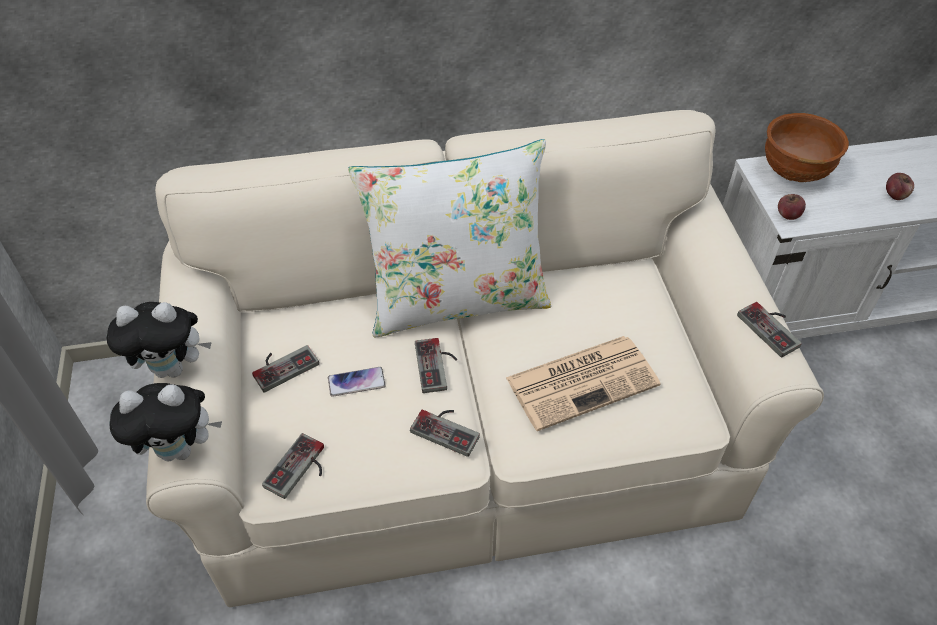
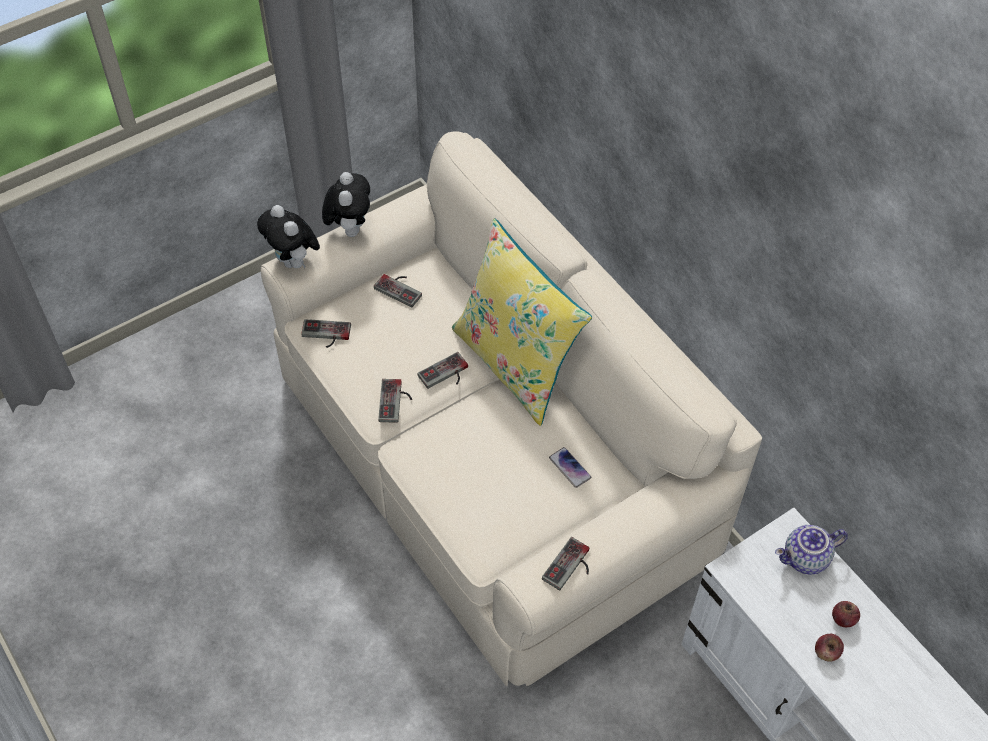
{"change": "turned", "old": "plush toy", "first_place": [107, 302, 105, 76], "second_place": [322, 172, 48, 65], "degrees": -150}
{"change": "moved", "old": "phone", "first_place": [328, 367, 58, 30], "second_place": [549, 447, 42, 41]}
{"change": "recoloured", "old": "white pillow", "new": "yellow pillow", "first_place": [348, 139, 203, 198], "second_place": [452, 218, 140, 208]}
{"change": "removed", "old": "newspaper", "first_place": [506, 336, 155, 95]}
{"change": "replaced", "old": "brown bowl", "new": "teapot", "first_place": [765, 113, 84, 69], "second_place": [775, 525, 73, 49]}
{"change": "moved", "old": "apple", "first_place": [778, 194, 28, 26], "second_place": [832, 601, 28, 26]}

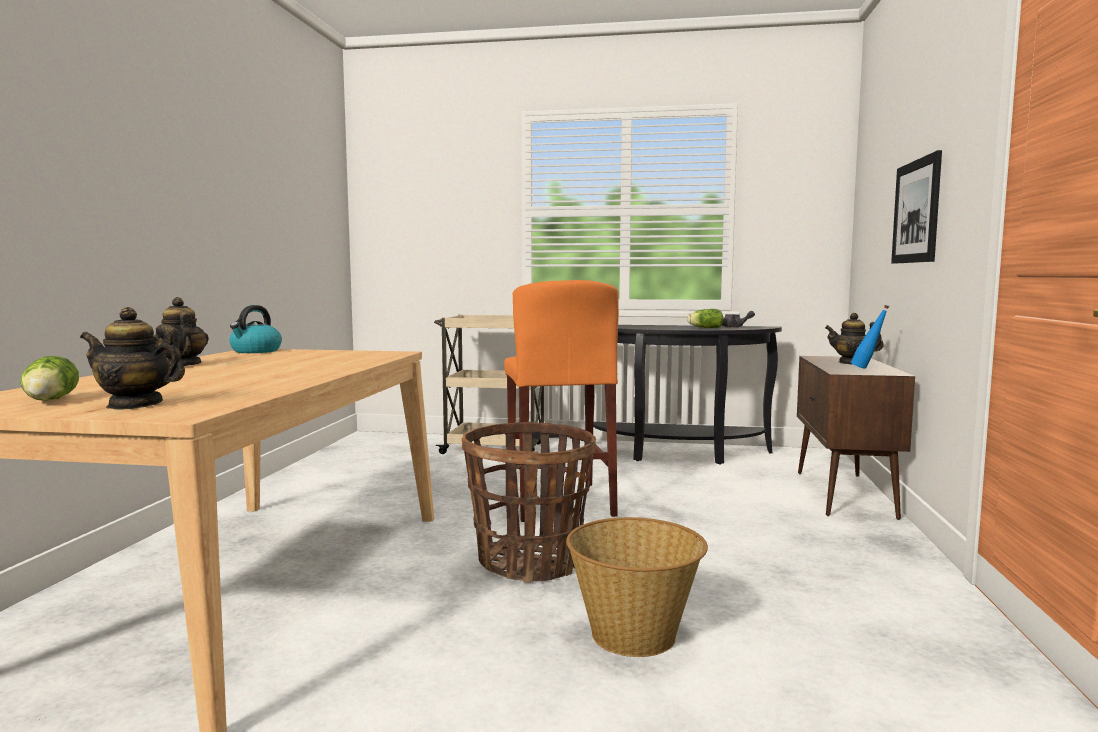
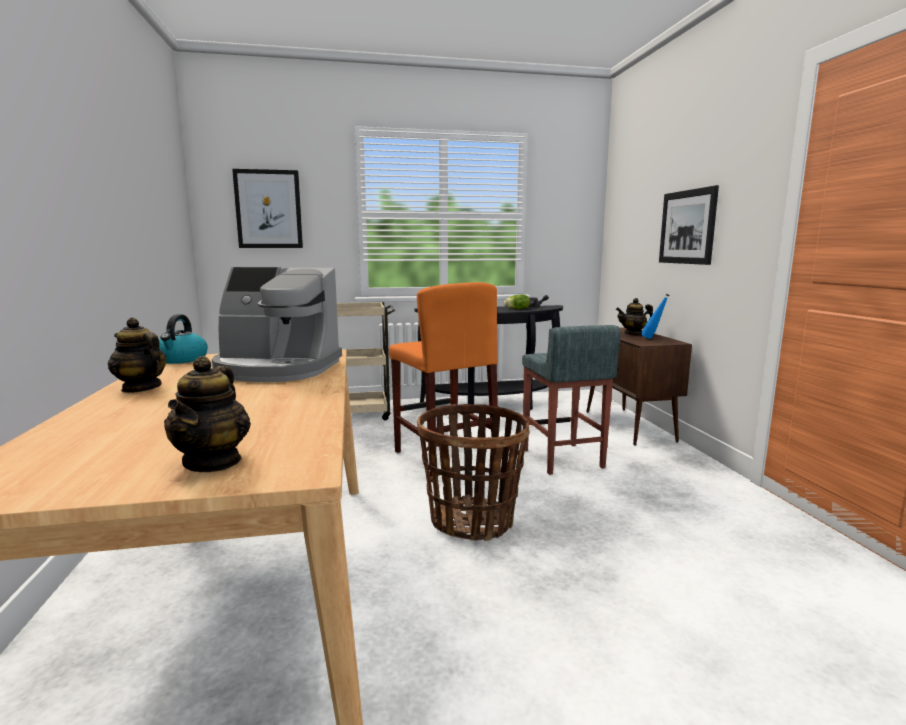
{"change": "removed", "old": "lettuce", "first_place": [21, 356, 58, 45]}
{"change": "turned", "old": "teapot", "first_place": [80, 307, 105, 102], "second_place": [164, 356, 87, 116], "degrees": -75}
{"change": "removed", "old": "basket", "first_place": [566, 517, 142, 140]}
{"change": "added", "new": "coffee machine", "second_place": [212, 267, 130, 115]}
{"change": "added", "new": "picture", "second_place": [232, 169, 71, 79]}
{"change": "added", "new": "grey stool", "second_place": [522, 325, 99, 150]}

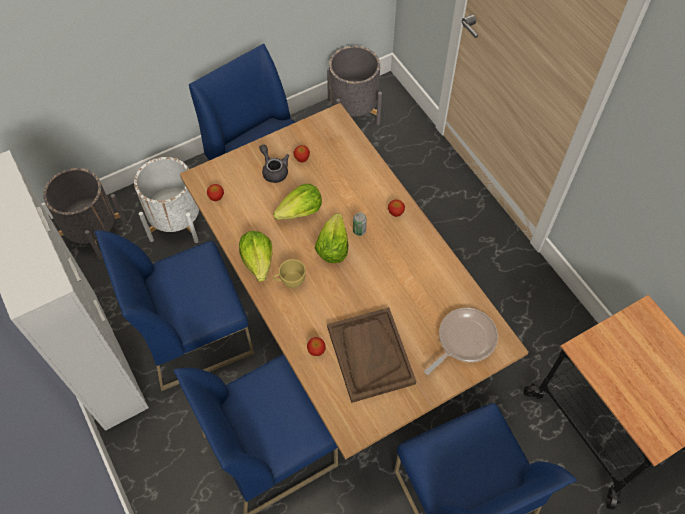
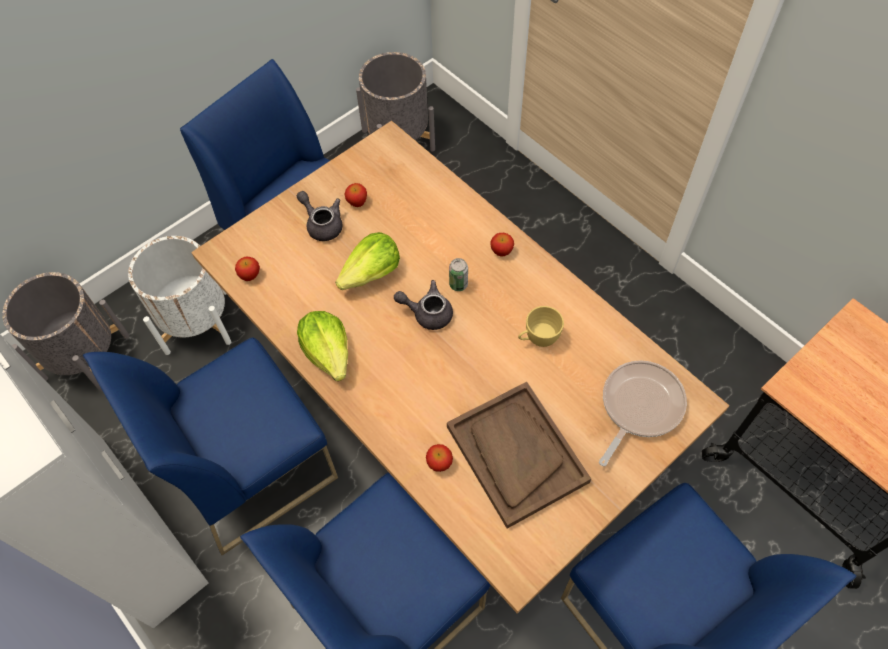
{"change": "moved", "old": "yellow cup", "first_place": [273, 259, 33, 29], "second_place": [518, 306, 46, 41]}
{"change": "replaced", "old": "lettuce", "new": "grey teapot", "first_place": [315, 213, 33, 50], "second_place": [394, 280, 59, 50]}

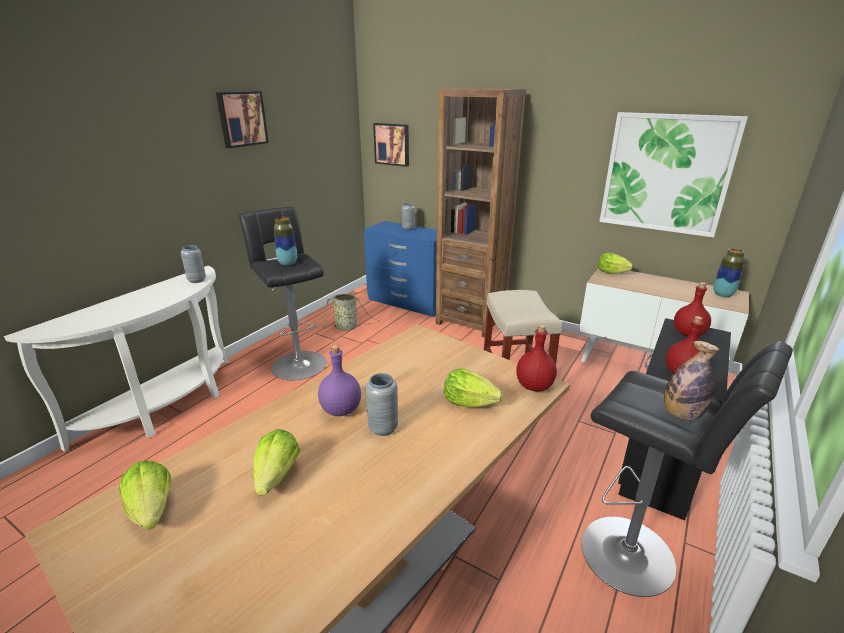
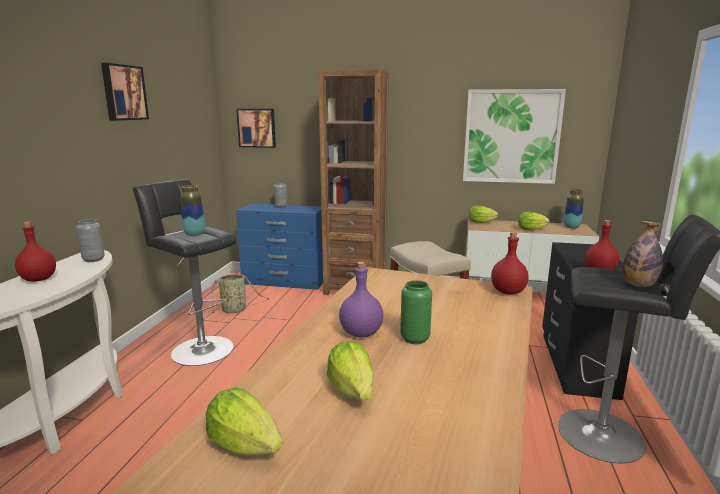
{"change": "recoloured", "old": "grey vase", "new": "green vase", "first_place": [366, 373, 32, 63], "second_place": [400, 280, 32, 64]}
{"change": "moved", "old": "lettuce", "first_place": [444, 368, 59, 39], "second_place": [518, 212, 32, 18]}
{"change": "moved", "old": "red bottle", "first_place": [674, 282, 37, 55], "second_place": [15, 221, 41, 61]}

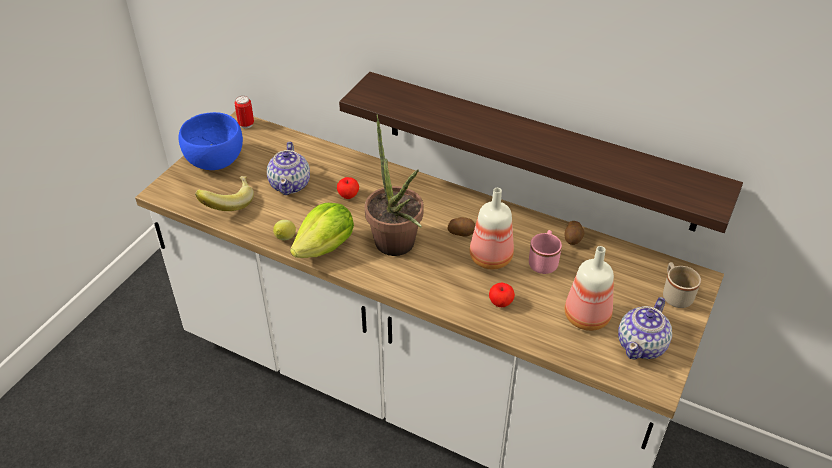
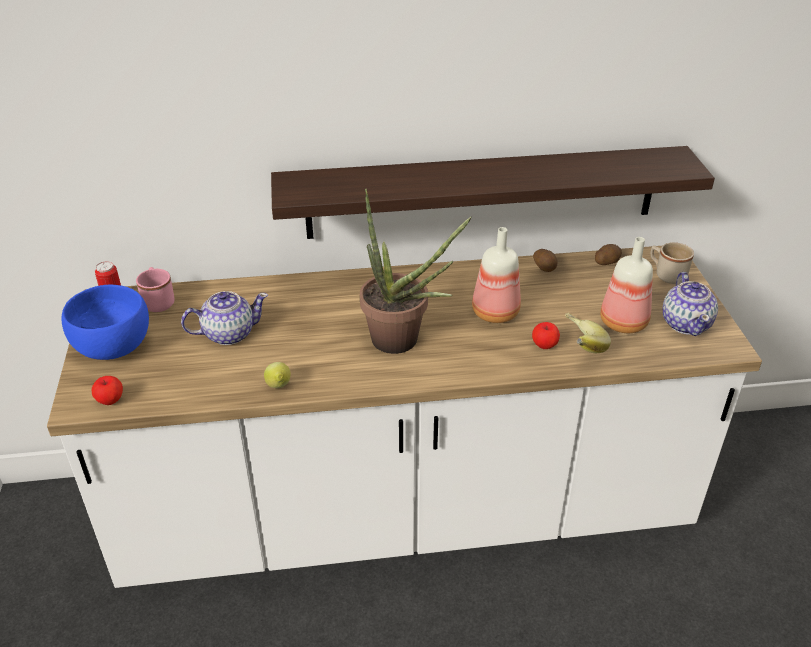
{"change": "moved", "old": "banana", "first_place": [195, 176, 59, 35], "second_place": [565, 313, 46, 40]}
{"change": "turned", "old": "teapot", "first_place": [267, 142, 43, 53], "second_place": [181, 291, 87, 54], "degrees": -75}
{"change": "removed", "old": "lettuce", "first_place": [290, 203, 64, 55]}
{"change": "moved", "old": "apple", "first_place": [337, 177, 22, 22], "second_place": [92, 376, 31, 29]}
{"change": "moved", "old": "potato", "first_place": [448, 217, 28, 20], "second_place": [595, 244, 27, 21]}
{"change": "moved", "old": "pink mug", "first_place": [529, 230, 33, 44], "second_place": [136, 267, 39, 45]}

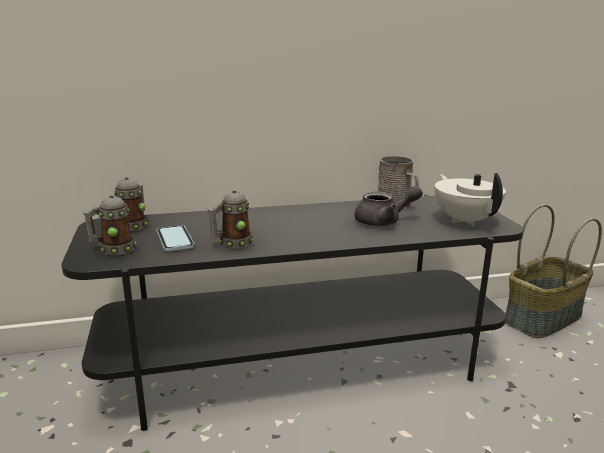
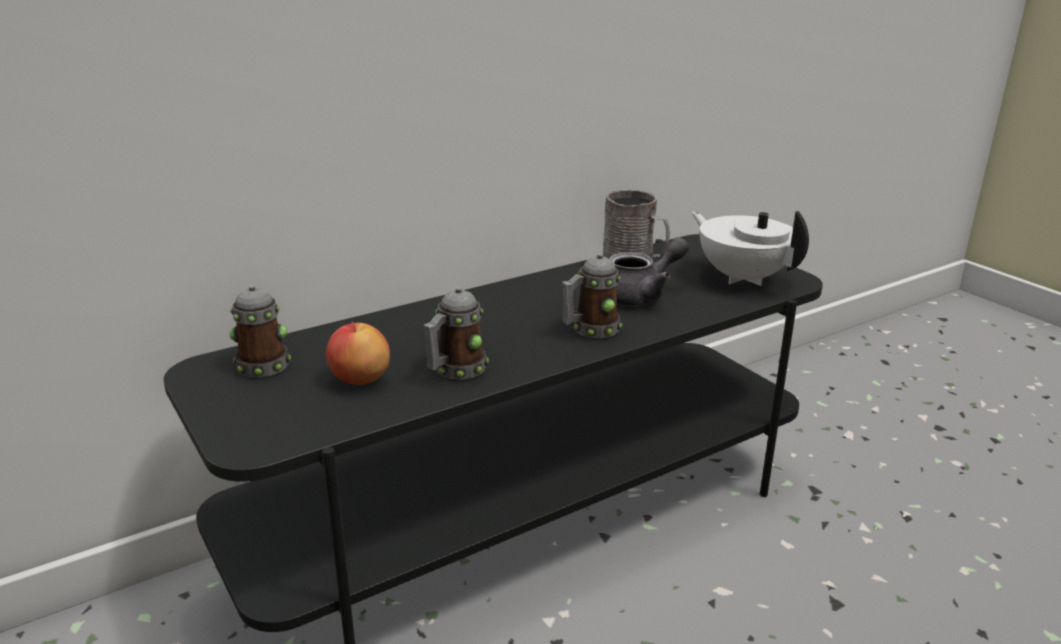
{"change": "moved", "old": "mug", "first_place": [83, 194, 54, 61], "second_place": [562, 254, 60, 84]}
{"change": "replaced", "old": "phone", "new": "apple", "first_place": [156, 225, 39, 26], "second_place": [326, 321, 64, 64]}
{"change": "removed", "old": "basket", "first_place": [505, 204, 97, 134]}

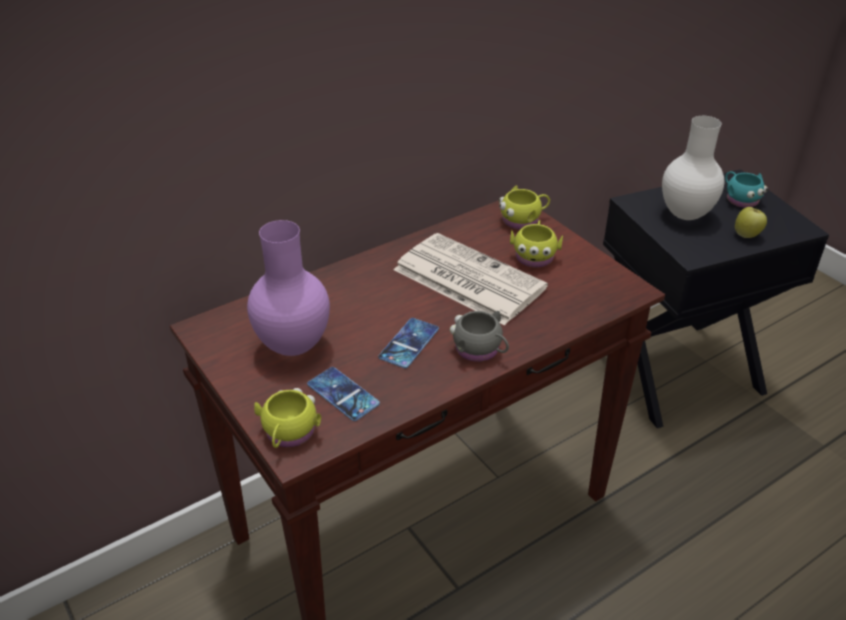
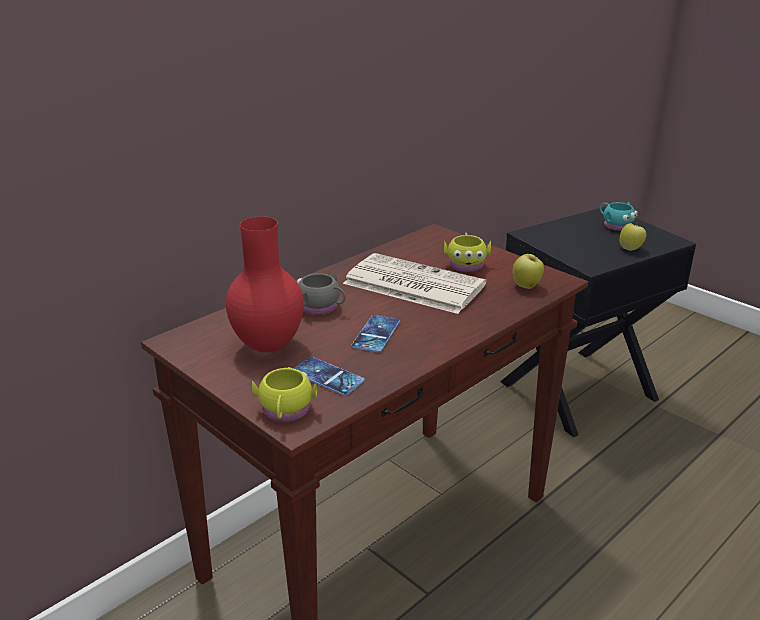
{"change": "recoloured", "old": "purple vase", "new": "red vase", "first_place": [247, 220, 83, 136], "second_place": [226, 217, 78, 135]}
{"change": "moved", "old": "grey mug", "first_place": [450, 311, 59, 51], "second_place": [297, 272, 49, 43]}
{"change": "removed", "old": "yellow mug", "first_place": [499, 185, 51, 45]}
{"change": "removed", "old": "white vase", "first_place": [662, 116, 62, 104]}
{"change": "added", "new": "apple", "second_place": [513, 253, 31, 36]}

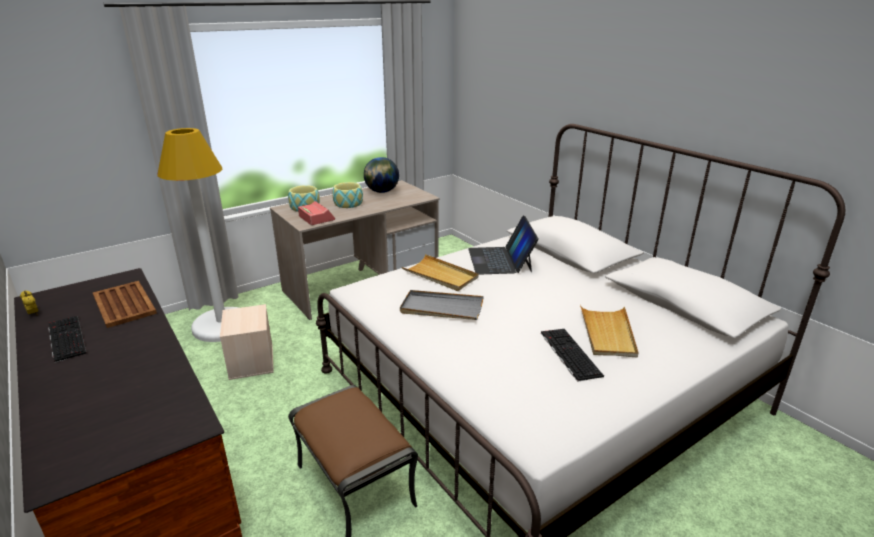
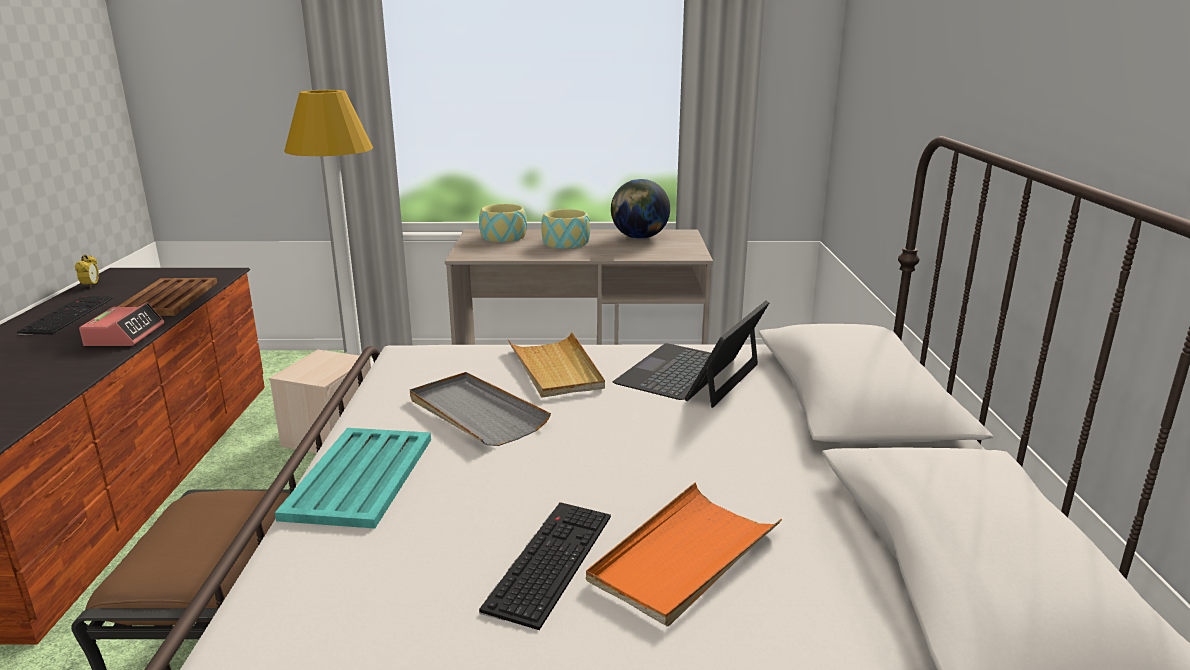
{"change": "moved", "old": "alarm clock", "first_place": [298, 201, 37, 24], "second_place": [79, 302, 85, 44]}
{"change": "recoloured", "old": "beige tray", "new": "orange tray", "first_place": [580, 305, 58, 52], "second_place": [586, 483, 196, 143]}
{"change": "added", "new": "turquoise tray", "second_place": [275, 428, 156, 101]}

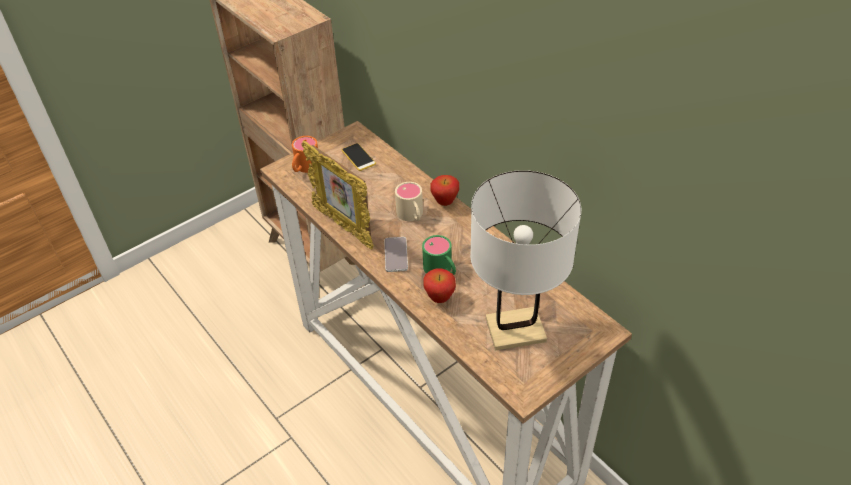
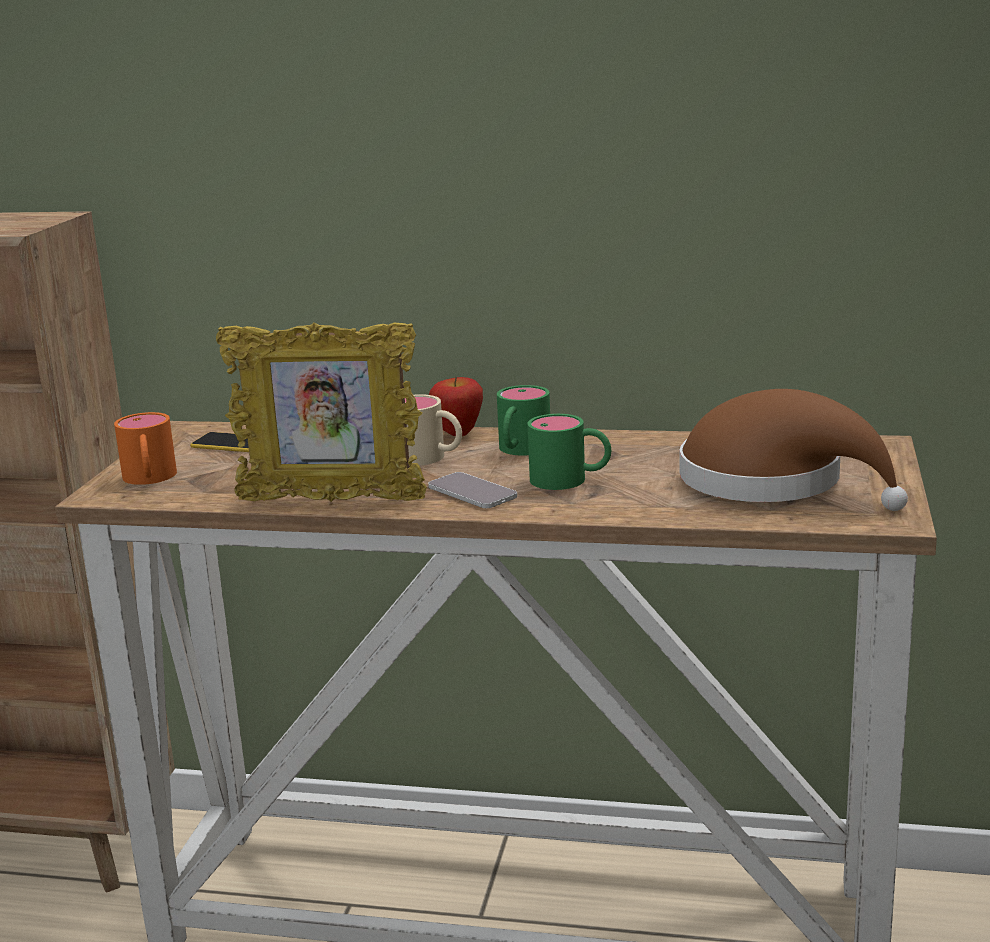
{"change": "removed", "old": "apple", "first_place": [423, 268, 33, 35]}
{"change": "replaced", "old": "white table lamp", "new": "brown hat", "first_place": [470, 170, 111, 181], "second_place": [680, 389, 228, 122]}
{"change": "added", "new": "green mug", "second_place": [497, 385, 53, 71]}

